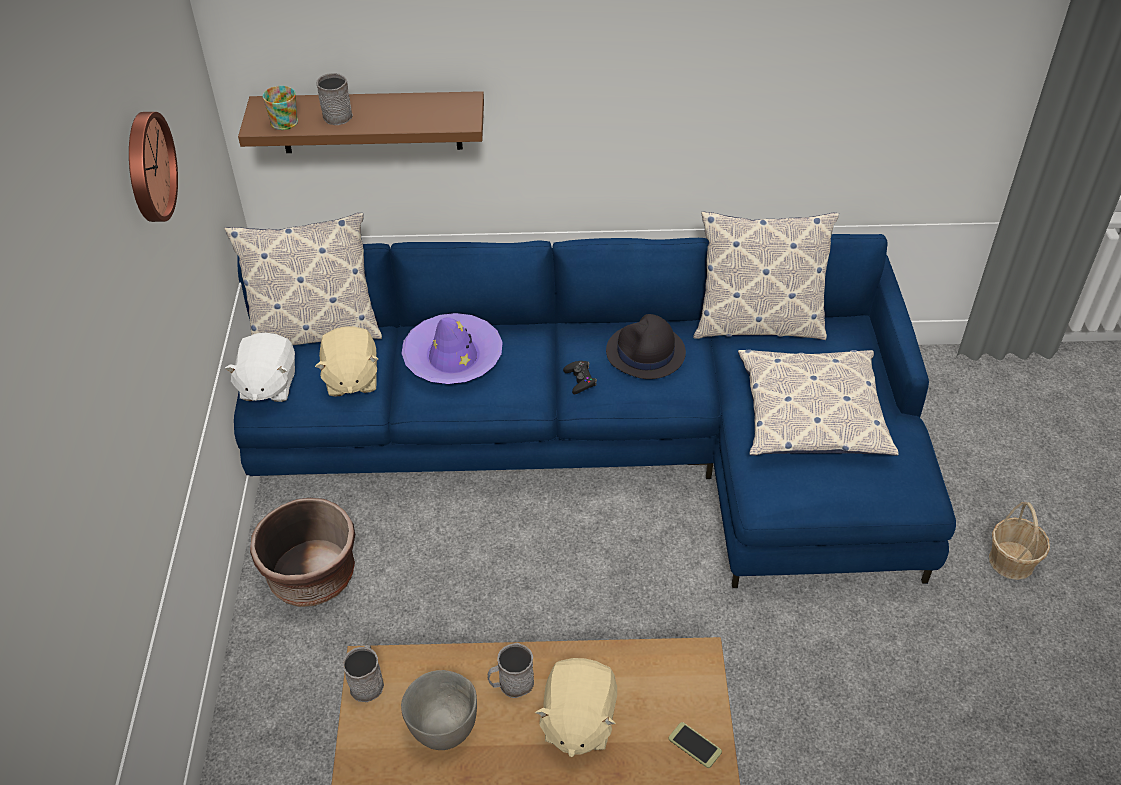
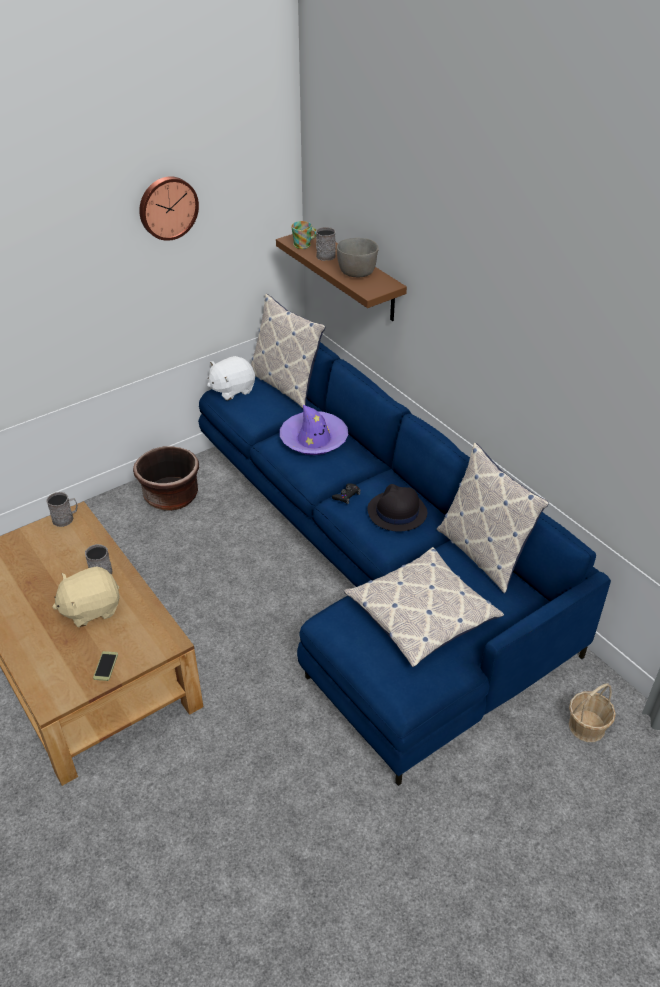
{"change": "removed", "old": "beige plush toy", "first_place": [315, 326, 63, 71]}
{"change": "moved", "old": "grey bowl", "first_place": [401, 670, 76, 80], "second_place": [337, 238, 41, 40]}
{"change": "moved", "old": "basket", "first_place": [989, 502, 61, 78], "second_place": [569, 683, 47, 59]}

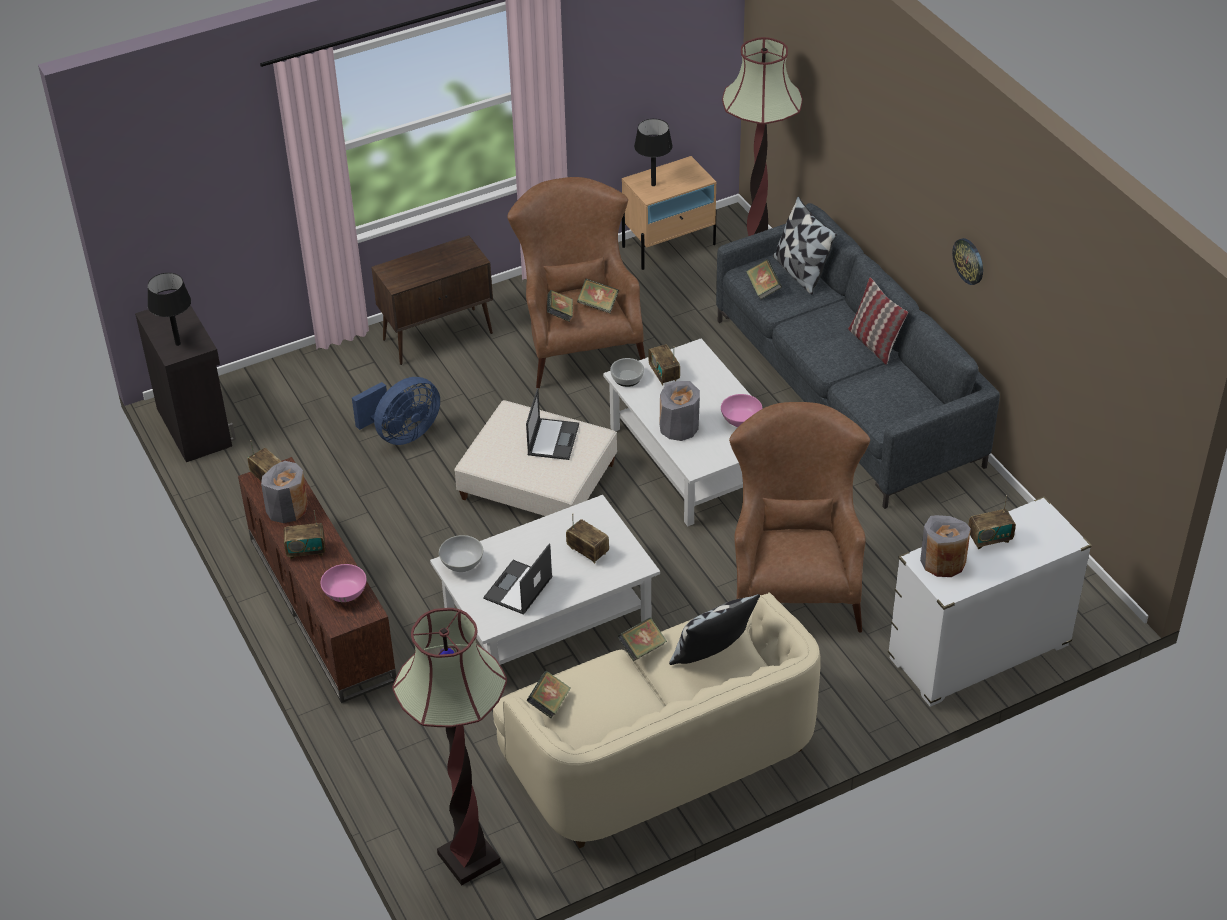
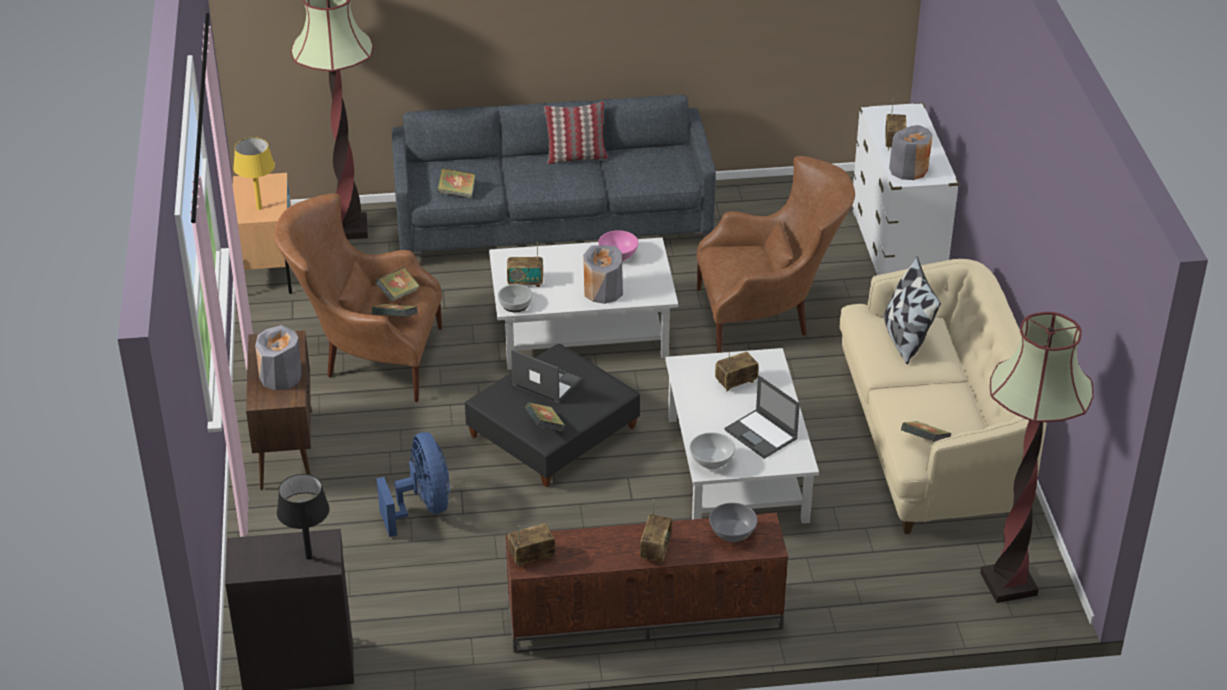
{"change": "moved", "old": "grey vase", "first_place": [261, 461, 47, 62], "second_place": [255, 325, 47, 65]}
{"change": "recoloured", "old": "pink bowl", "new": "grey bowl", "first_place": [320, 564, 47, 38], "second_place": [709, 503, 48, 39]}
{"change": "recoloured", "old": "beige ottoman", "new": "black ottoman", "first_place": [454, 400, 163, 116], "second_place": [465, 344, 175, 143]}
{"change": "moved", "old": "book", "first_place": [617, 617, 50, 45], "second_place": [525, 402, 40, 30]}
{"change": "recoloured", "old": "black table lamp", "new": "yellow table lamp", "first_place": [634, 119, 39, 67], "second_place": [233, 137, 42, 73]}
{"change": "turned", "old": "brown armchair", "first_place": [729, 402, 141, 231], "second_place": [697, 156, 158, 197], "degrees": 150}
{"change": "removed", "old": "pillow", "first_place": [773, 196, 64, 99]}
{"change": "removed", "old": "wall clock", "first_place": [952, 238, 31, 47]}

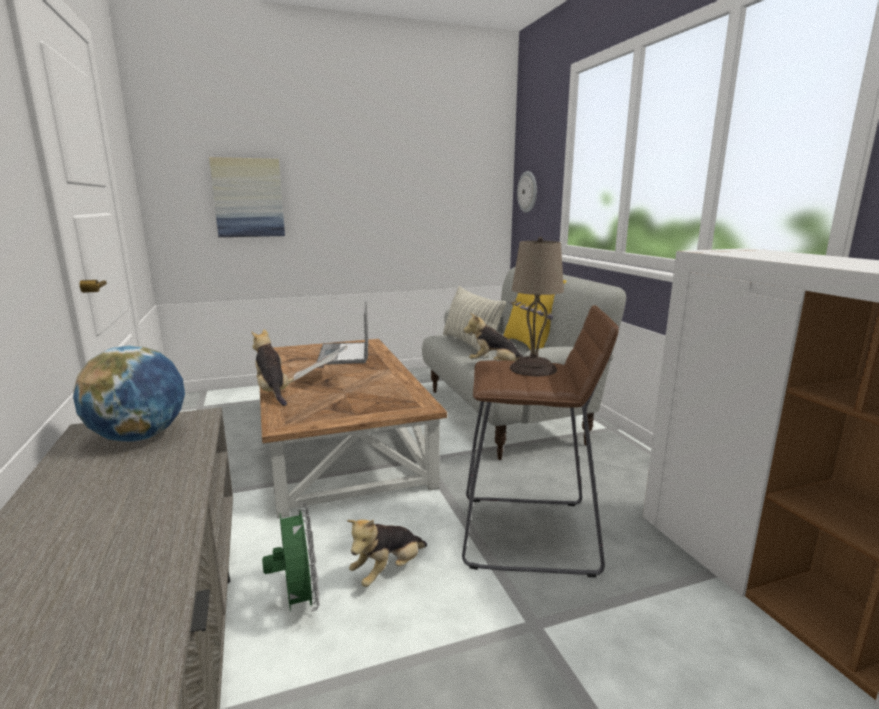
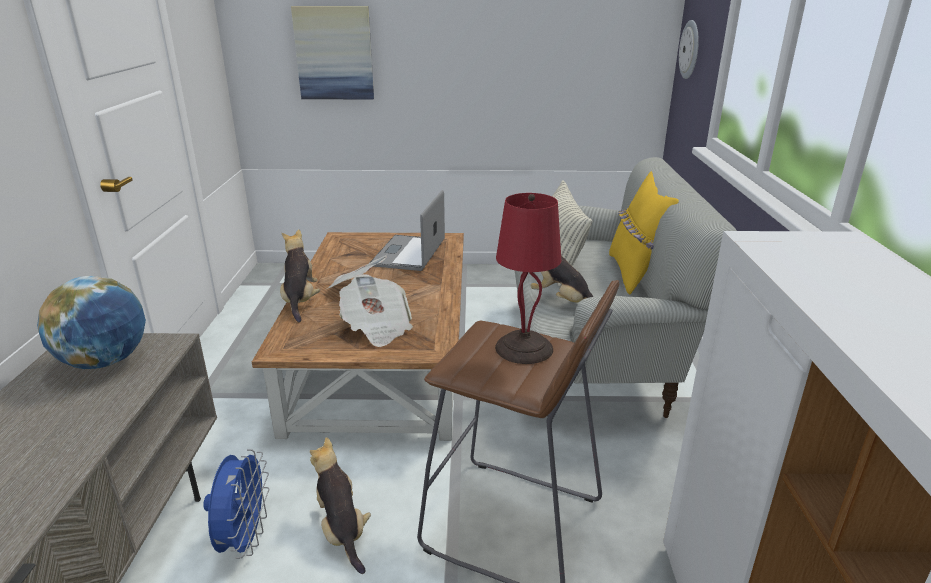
{"change": "recoloured", "old": "green fan", "new": "blue fan", "first_place": [262, 502, 58, 110], "second_place": [203, 449, 67, 110]}
{"change": "turned", "old": "plush toy", "first_place": [347, 519, 80, 68], "second_place": [310, 437, 61, 137], "degrees": 90}
{"change": "recoloured", "old": "beige table lamp", "new": "red table lamp", "first_place": [510, 237, 54, 139], "second_place": [495, 193, 66, 171]}
{"change": "added", "new": "newspaper", "second_place": [339, 274, 74, 73]}

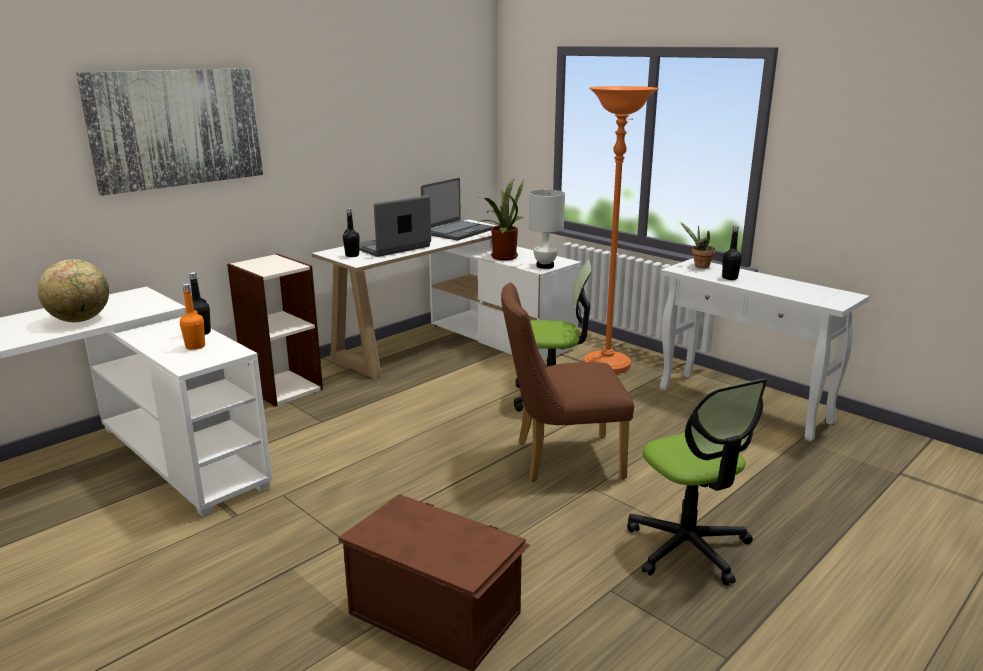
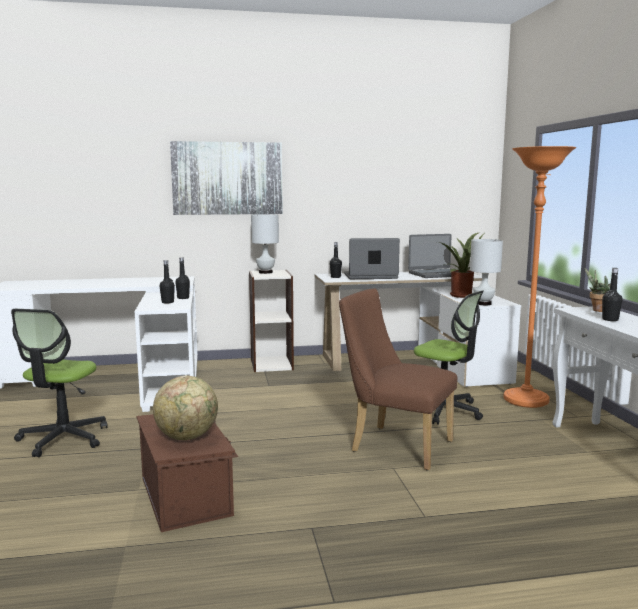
{"change": "moved", "old": "globe", "first_place": [38, 259, 71, 63], "second_place": [153, 376, 65, 64]}
{"change": "recoloured", "old": "orange bottle", "new": "black bottle", "first_place": [180, 283, 25, 67], "second_place": [160, 260, 15, 43]}
{"change": "moved", "old": "office chair", "first_place": [627, 379, 141, 207], "second_place": [11, 309, 97, 148]}
{"change": "added", "new": "white table lamp", "second_place": [251, 214, 28, 60]}

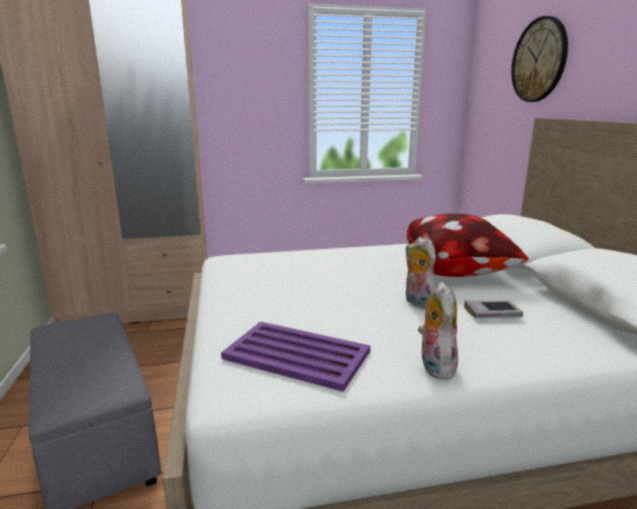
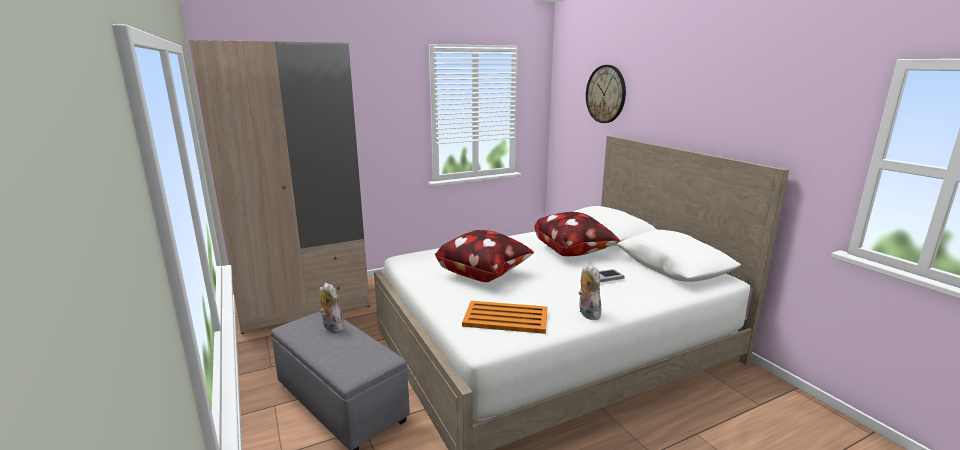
{"change": "recoloured", "old": "purple tray", "new": "orange tray", "first_place": [221, 321, 149, 71], "second_place": [462, 301, 86, 33]}
{"change": "moved", "old": "plush toy", "first_place": [406, 237, 31, 72], "second_place": [319, 283, 25, 49]}
{"change": "added", "new": "pillow", "second_place": [435, 230, 99, 52]}

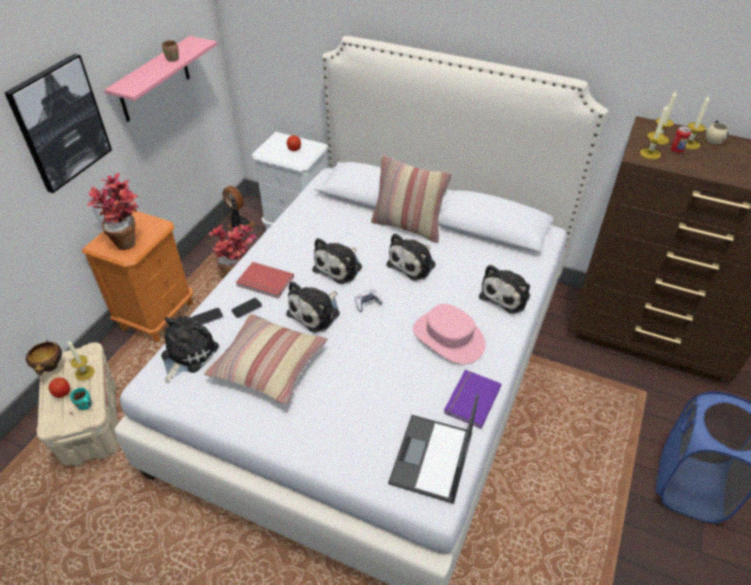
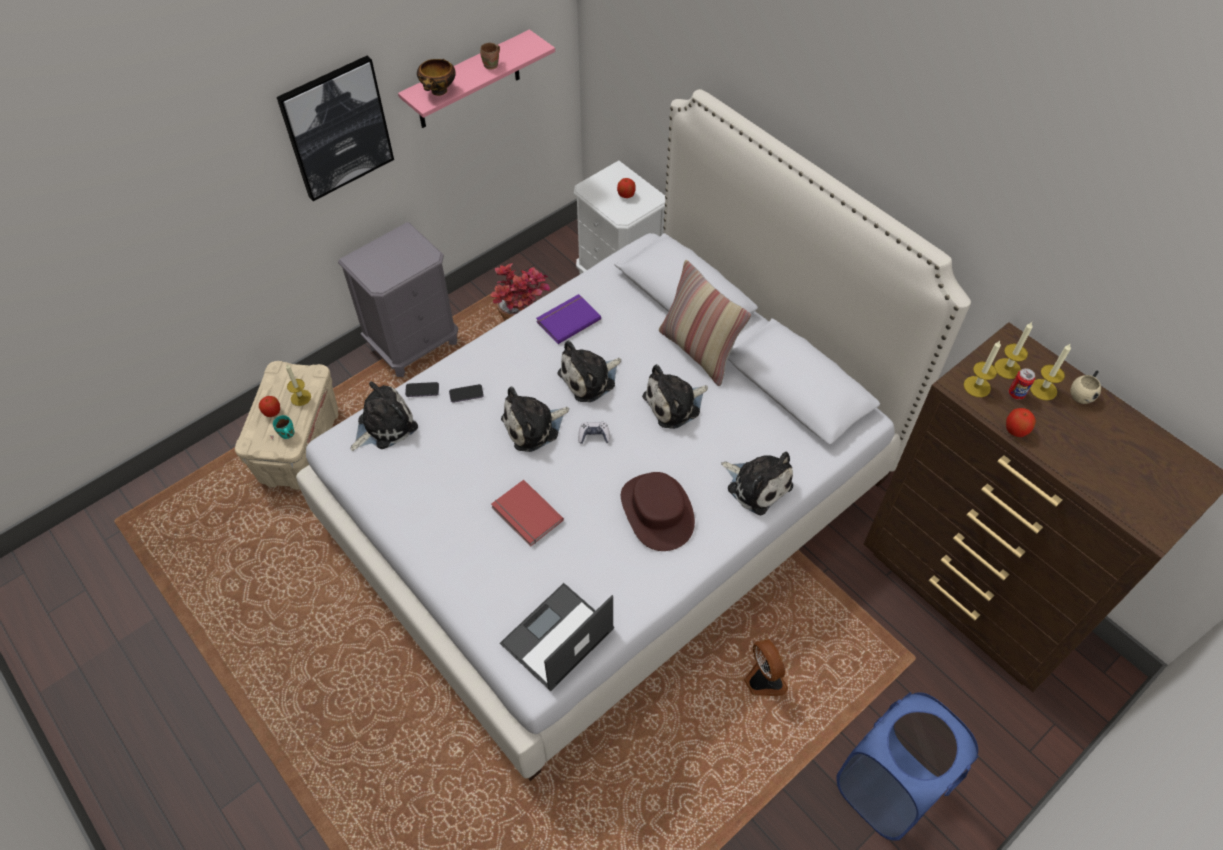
{"change": "moved", "old": "bowl", "first_place": [26, 340, 36, 35], "second_place": [417, 59, 39, 37]}
{"change": "recoloured", "old": "orange nightstand", "new": "grey nightstand", "first_place": [82, 211, 111, 131], "second_place": [338, 222, 120, 155]}
{"change": "removed", "old": "potted plant", "first_place": [87, 173, 53, 77]}
{"change": "removed", "old": "pillow", "first_place": [204, 314, 124, 91]}
{"change": "moved", "old": "fan", "first_place": [222, 186, 33, 44], "second_place": [744, 638, 45, 58]}
{"change": "moved", "old": "red book", "first_place": [236, 262, 58, 36], "second_place": [491, 480, 73, 67]}
{"change": "recoloured", "old": "pink hat", "new": "brown hat", "first_place": [413, 304, 73, 60], "second_place": [621, 472, 74, 79]}
{"change": "moved", "old": "purple book", "first_place": [444, 370, 57, 58], "second_place": [536, 294, 65, 50]}
{"change": "turned", "old": "plush toy", "first_place": [479, 265, 51, 49], "second_place": [721, 451, 72, 64], "degrees": -105}
{"change": "added", "new": "apple", "second_place": [1006, 408, 30, 29]}

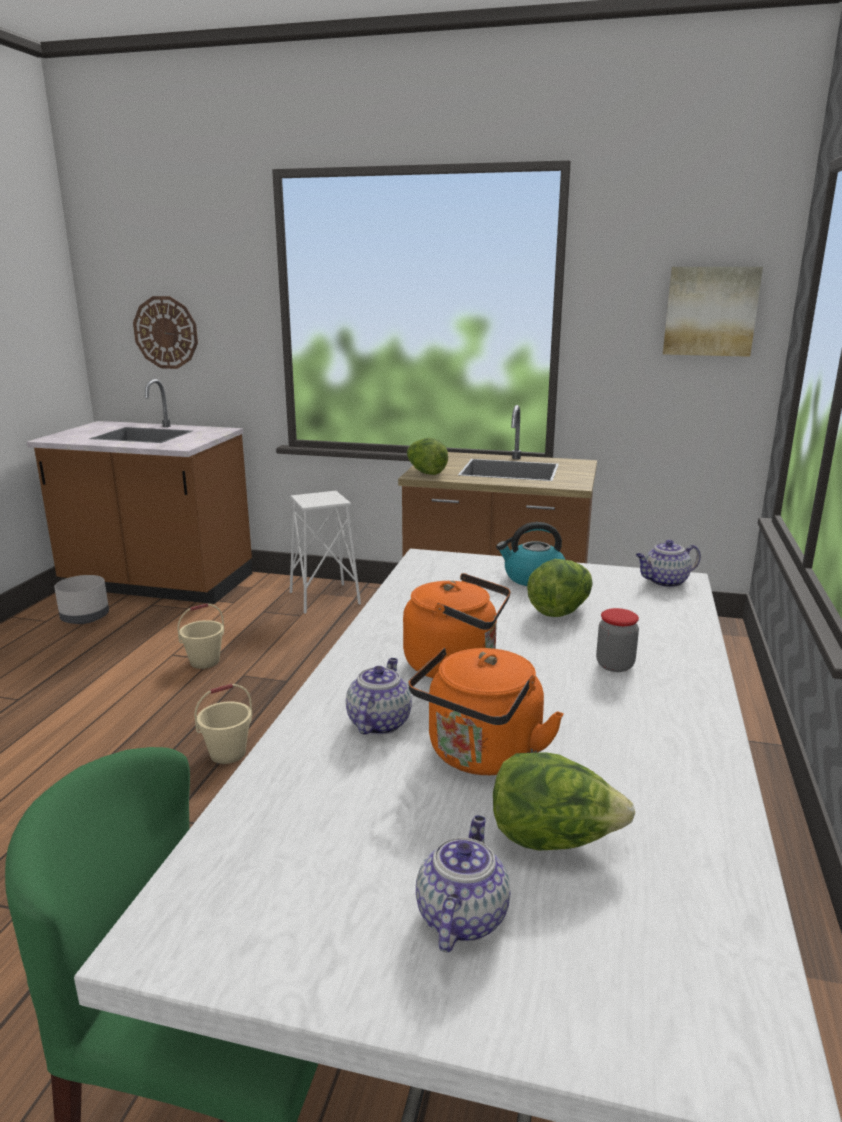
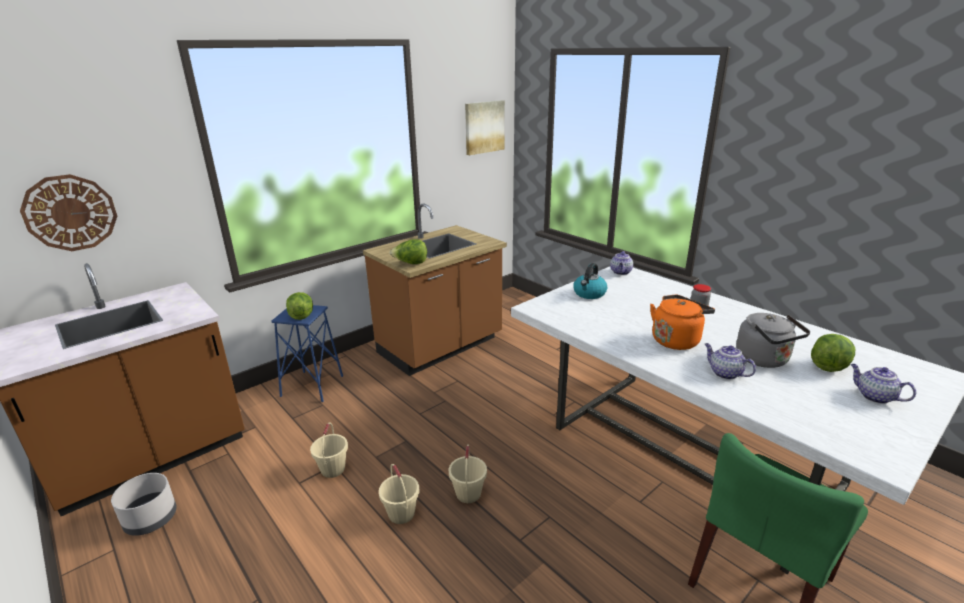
{"change": "recoloured", "old": "white stool", "new": "blue stool", "first_place": [290, 491, 71, 123], "second_place": [271, 305, 72, 97]}
{"change": "recoloured", "old": "orange kettle", "new": "grey kettle", "first_place": [408, 648, 156, 127], "second_place": [736, 313, 74, 55]}
{"change": "moved", "old": "lettuce", "first_place": [527, 559, 66, 58], "second_place": [286, 292, 27, 28]}
{"change": "added", "new": "beige bucket", "second_place": [379, 464, 40, 60]}

